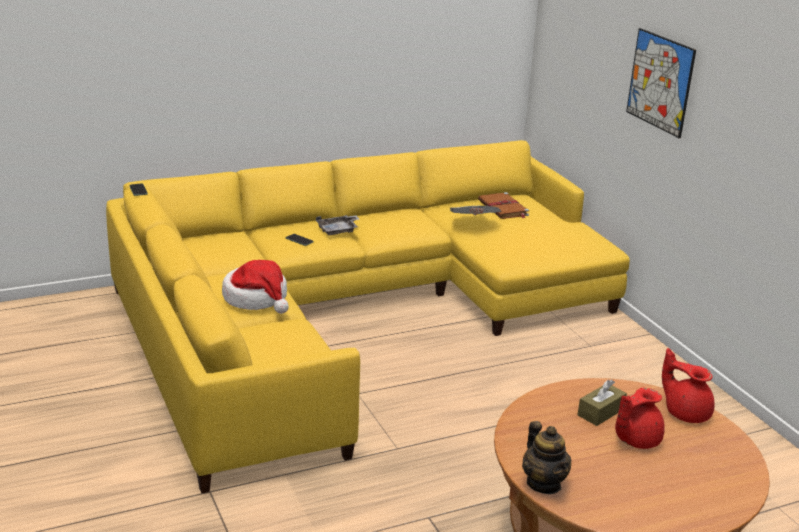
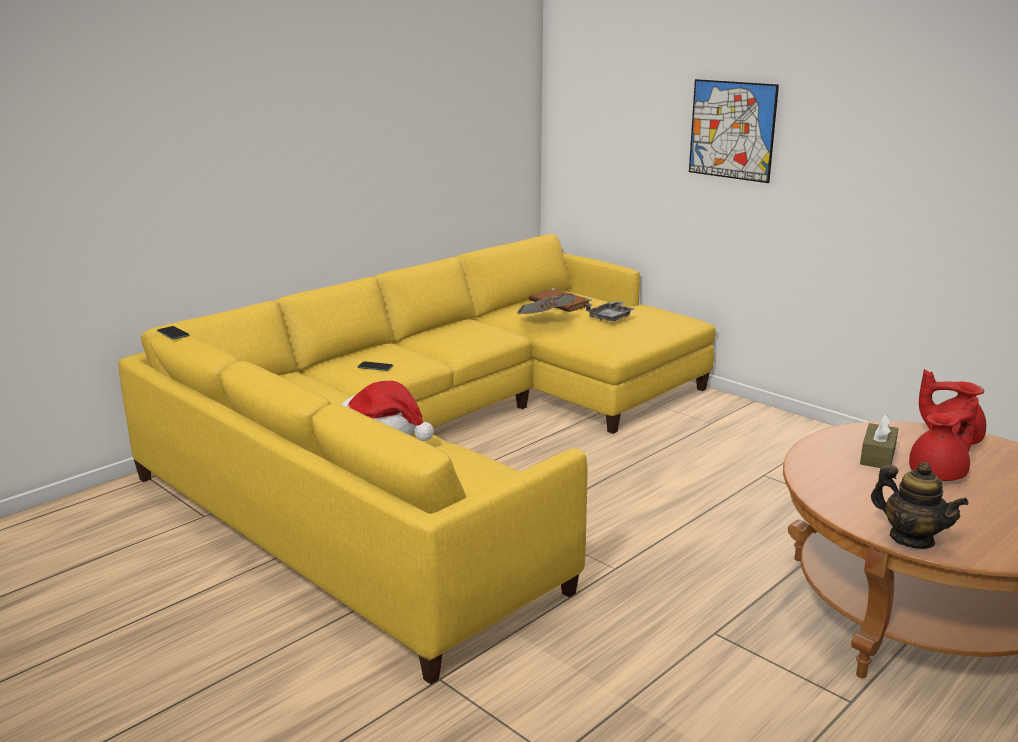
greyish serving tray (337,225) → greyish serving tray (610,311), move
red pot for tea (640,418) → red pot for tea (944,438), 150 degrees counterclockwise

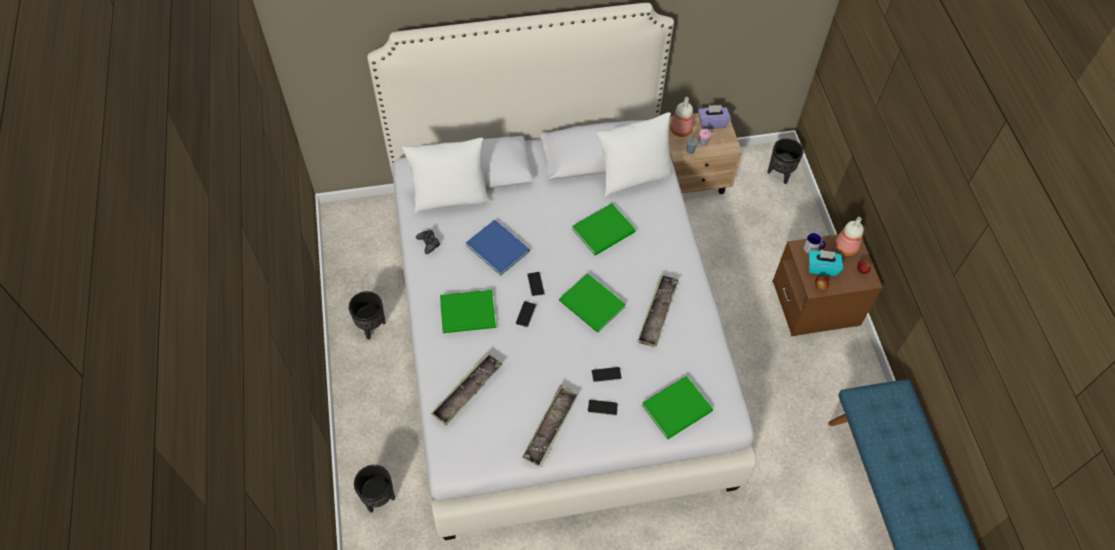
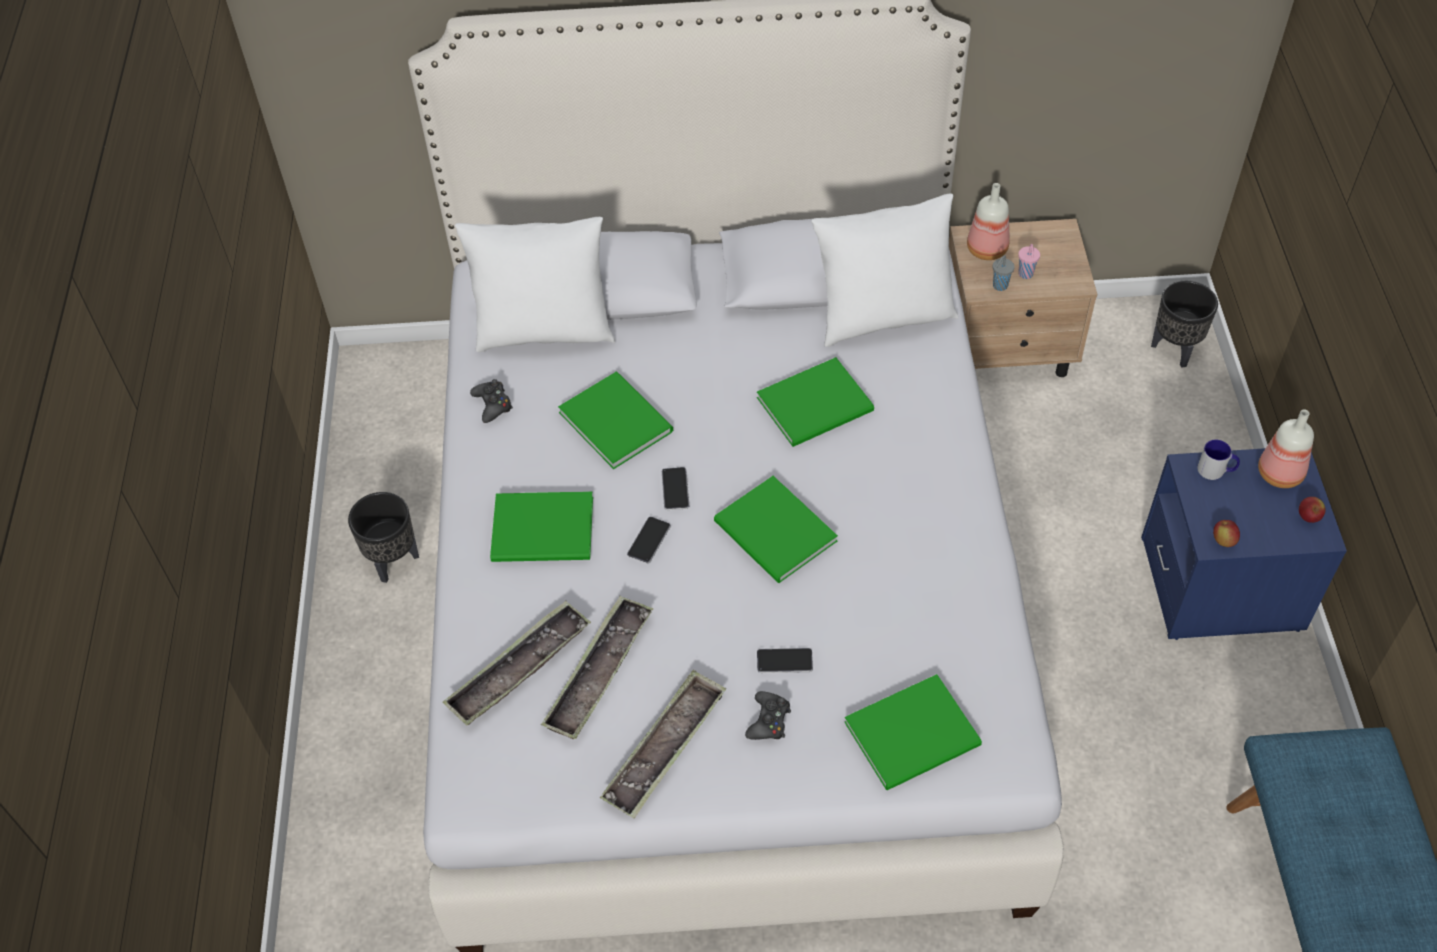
black flower pot (374,489) → -
purplish box of tissues (714,117) → -
turquoise-coloured box of tissues (825,263) → -
serving tray (658,310) → serving tray (597,667), move
phone (603,407) → black gamepad (768,715)
blue-coloured book (498,247) → greenish book (615,420)
brown-coloured night table (827,285) → blue-coloured night table (1244,544)

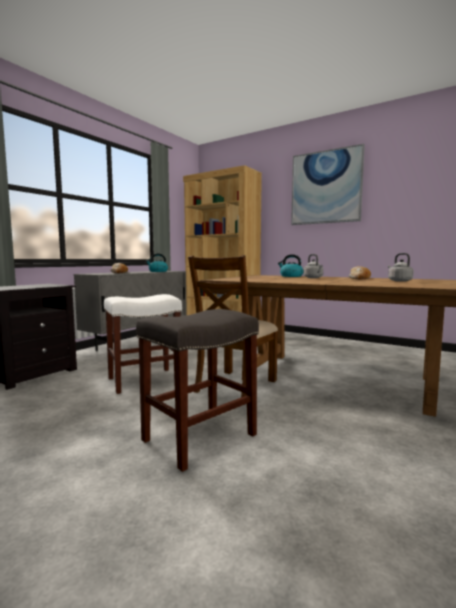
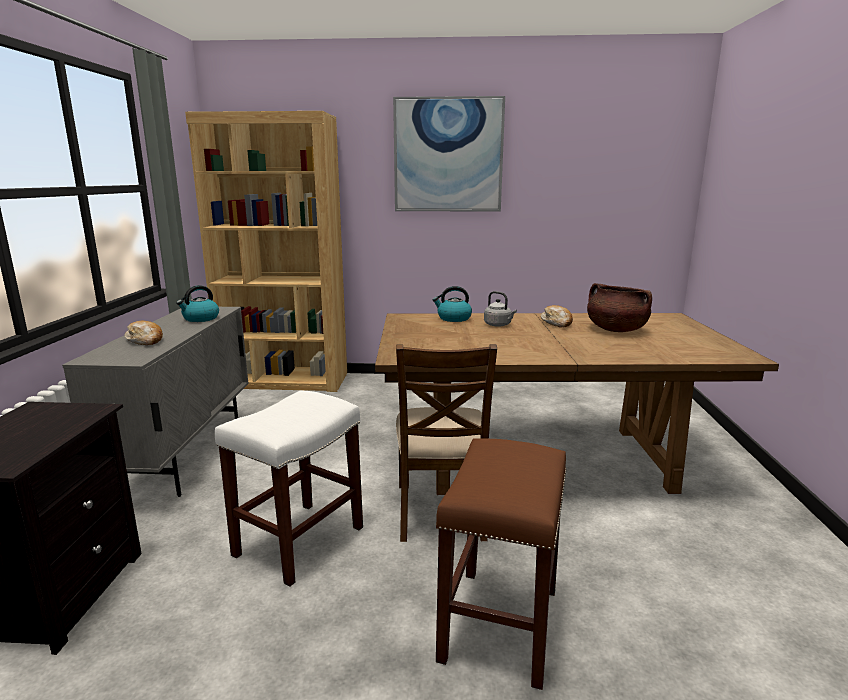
greyish tea kettle (401,267) → brown-coloured saucepot (619,307)
greyish sitting stool (197,390) → brown-coloured sitting stool (501,564)

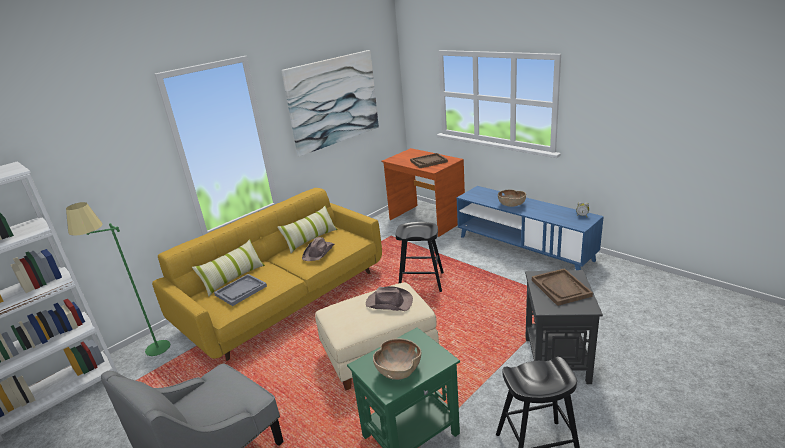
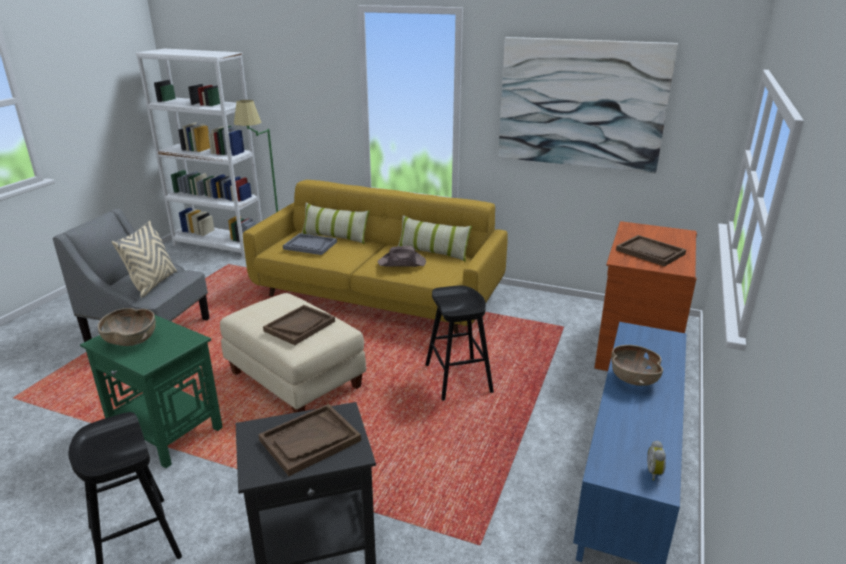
- → sand-coloured pillow (144,259)
brown-coloured hat (389,298) → brown-coloured serving tray (299,325)

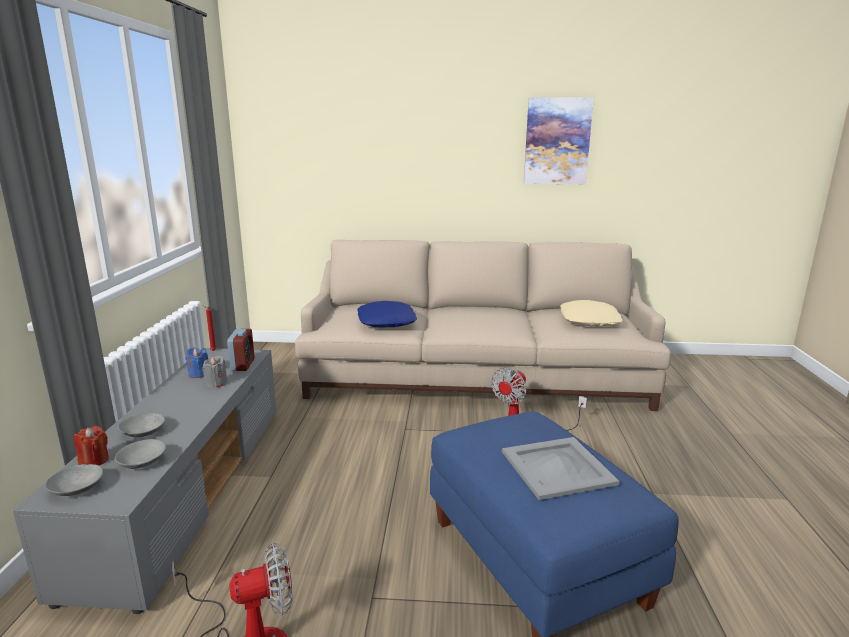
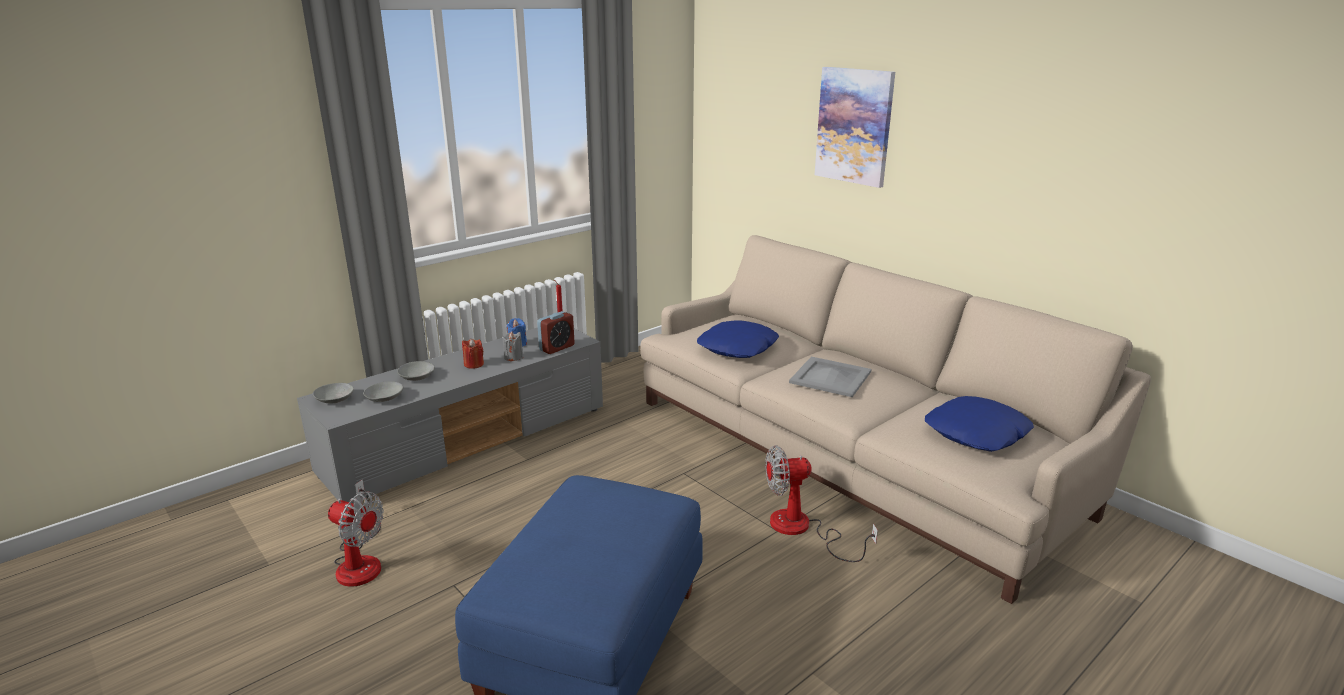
red wax light (91,445) → red wax light (473,354), move
greyish serving tray (561,468) → greyish serving tray (830,377), move
wall picture (559,141) → wall picture (855,127), move
sand-coloured pillow (591,313) → blue-coloured pillow (979,424)

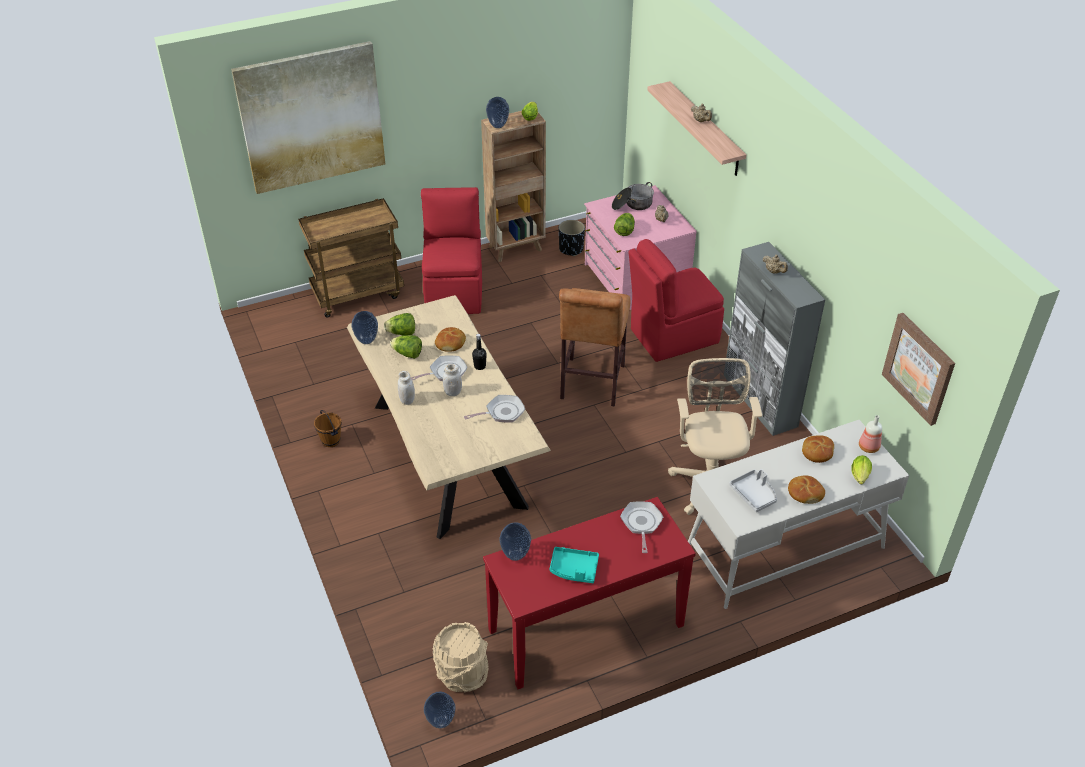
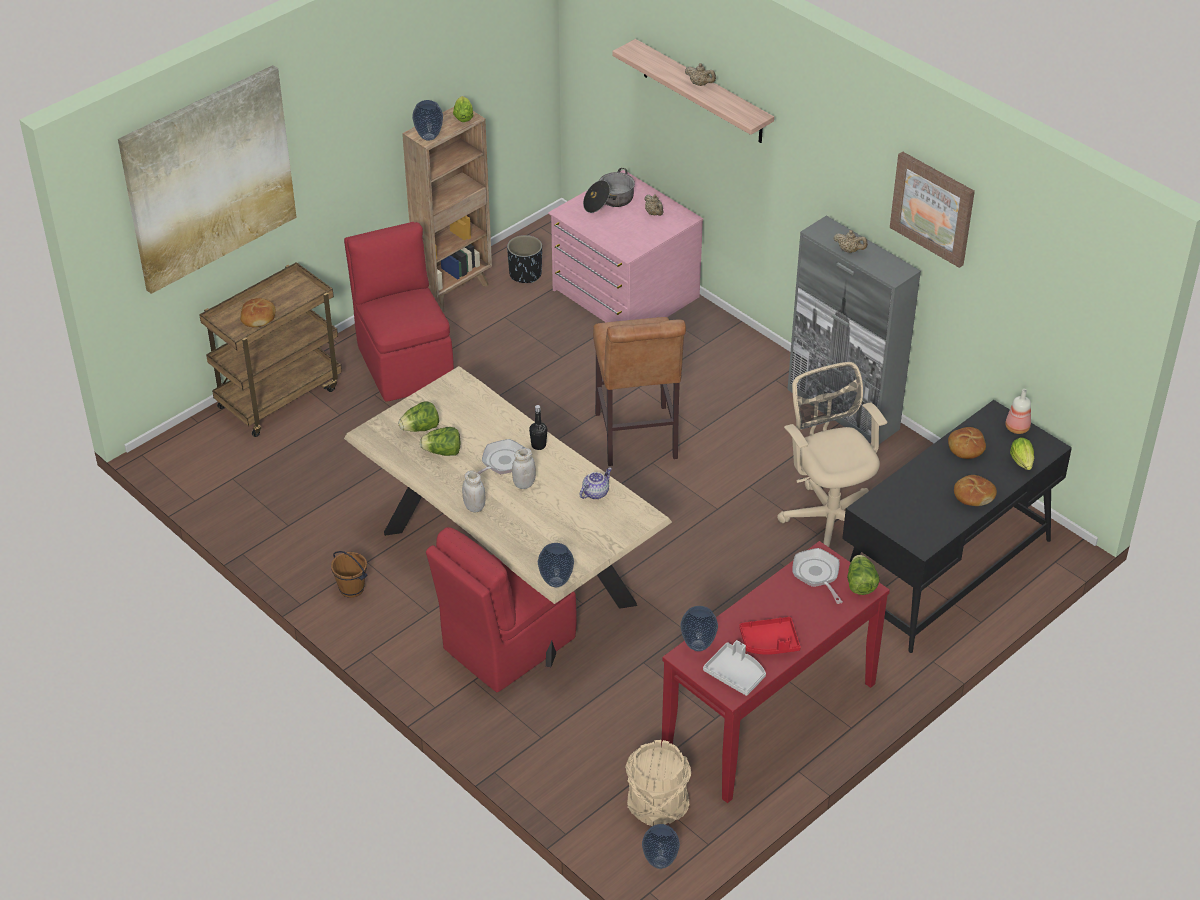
flower vase (364,327) → flower vase (556,565), move
bread (450,339) → bread (258,312), move
head of lettuce (624,224) → head of lettuce (863,575), move
red upright chair (676,300) → red upright chair (501,609), move
greyish serving tray (753,490) → greyish serving tray (734,668), move
wall picture (918,369) → wall picture (932,209), move
pan (494,409) → pot for tea (595,483)
turquoise-coloured serving tray (574,565) → red serving tray (770,636)
white-coloured desk unit (798,514) → black desk unit (957,526)

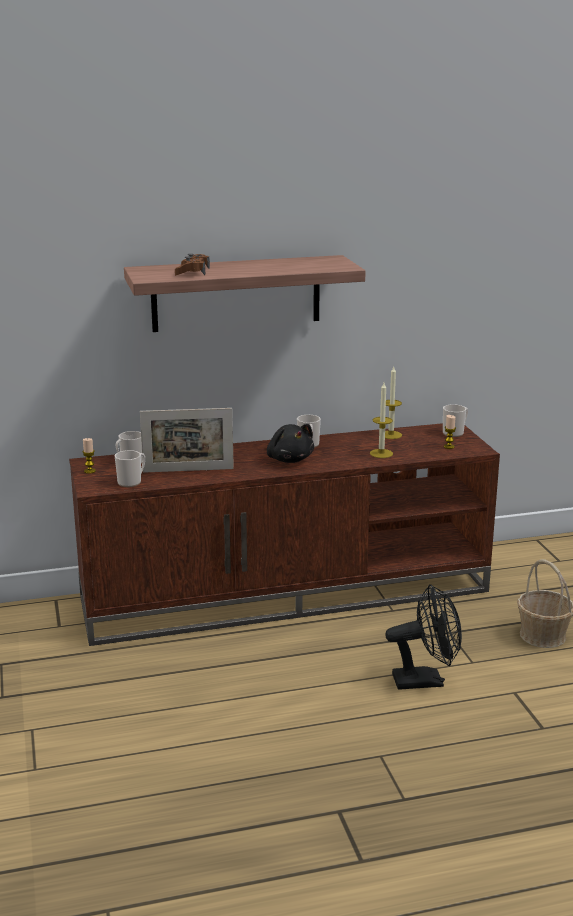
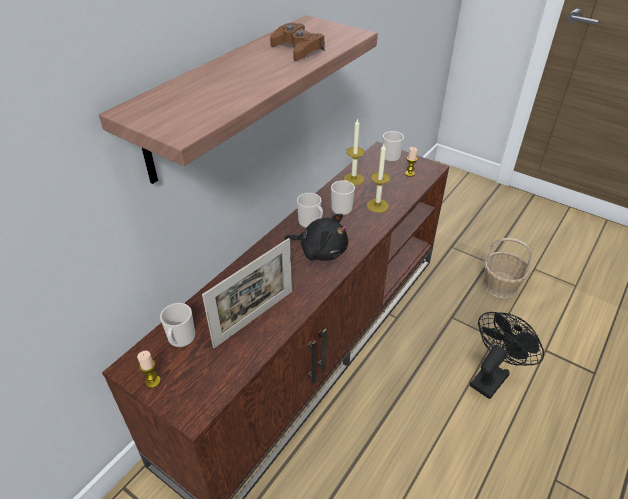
mug (130,468) → mug (343,197), move
brown-coloured gamepad (192,264) → brown-coloured gamepad (297,42), move

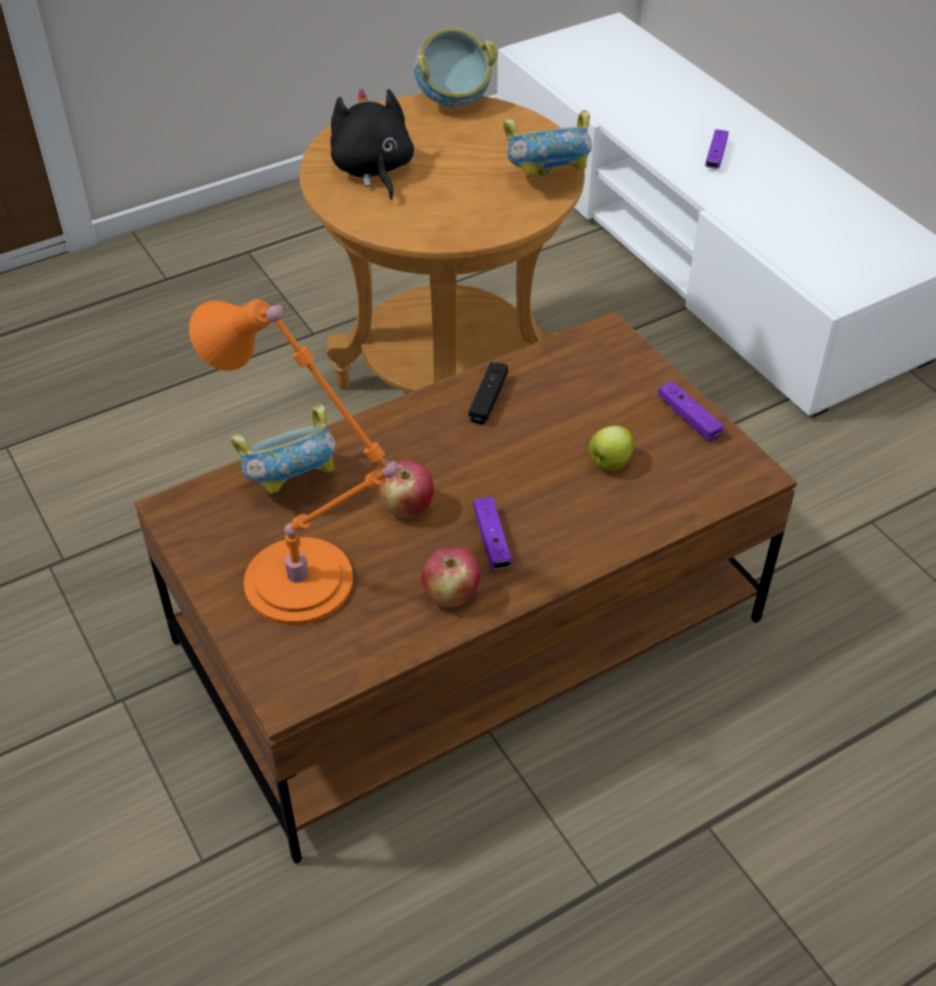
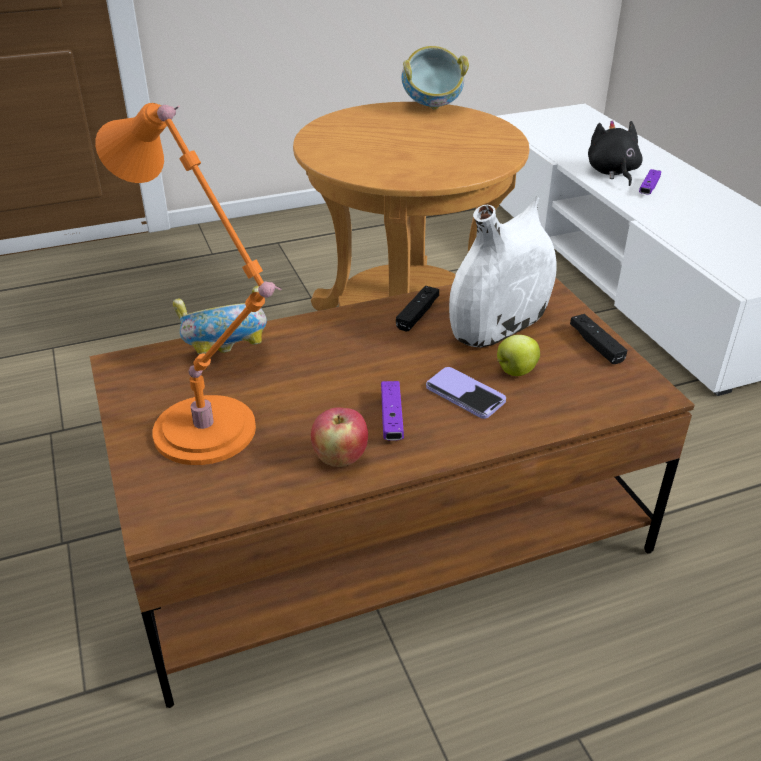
apple fruit (406,489) → -
bowl (547,143) → -
- → phone (466,393)
- → white-coloured flower vase (503,272)
black cuddly toy (372,144) → black cuddly toy (615,153), move
purplish gamepad (691,411) → black gamepad (598,339)

